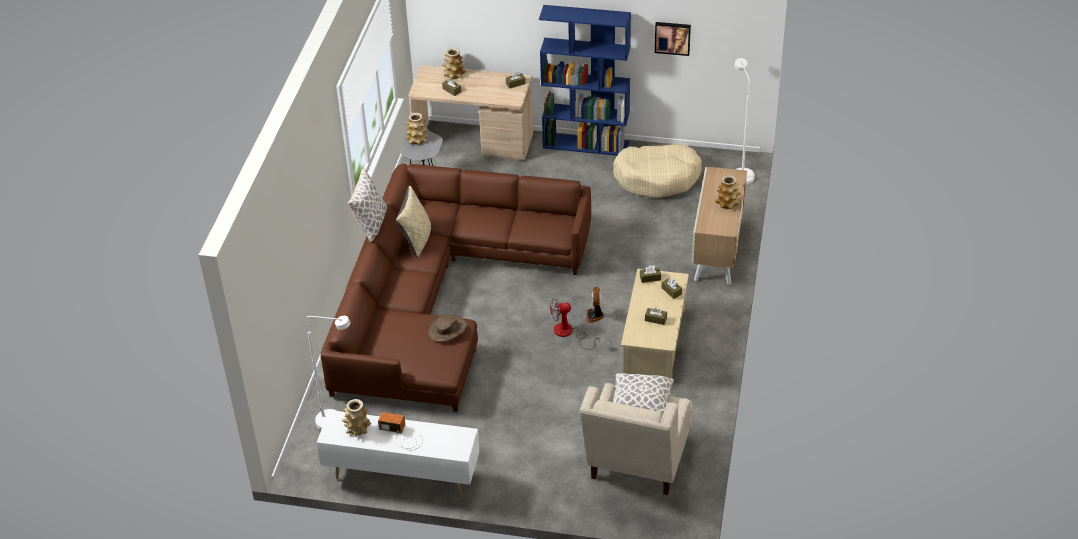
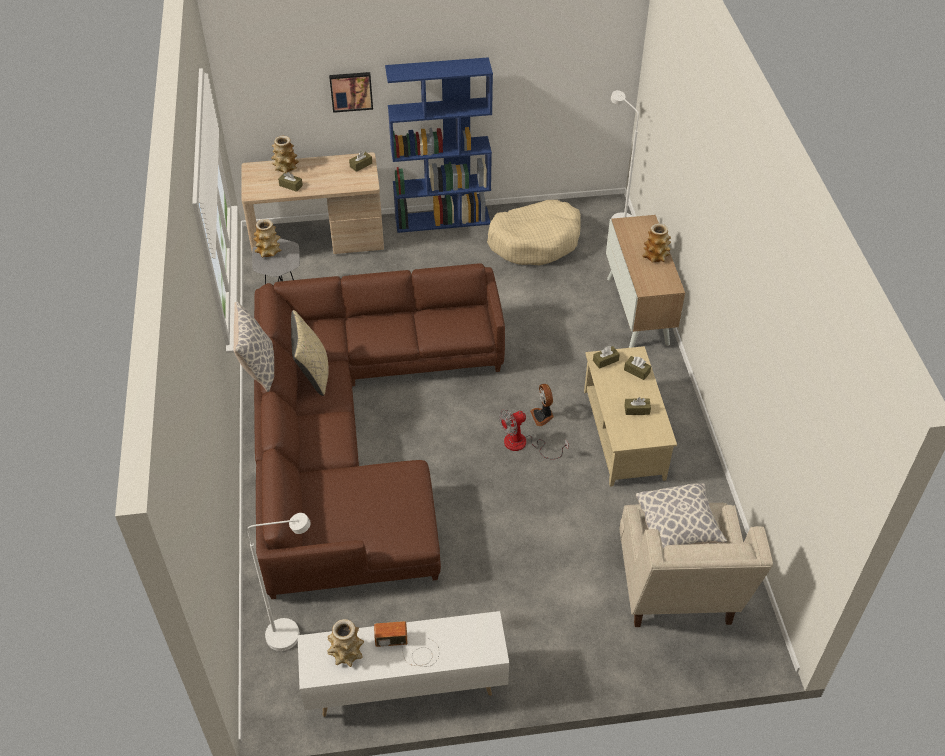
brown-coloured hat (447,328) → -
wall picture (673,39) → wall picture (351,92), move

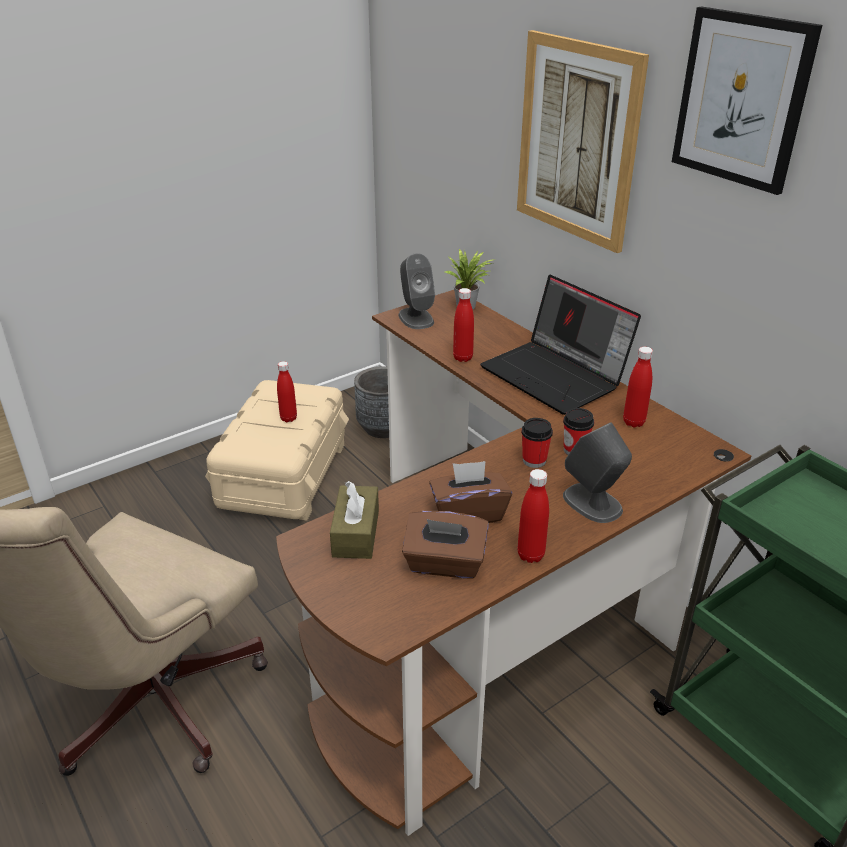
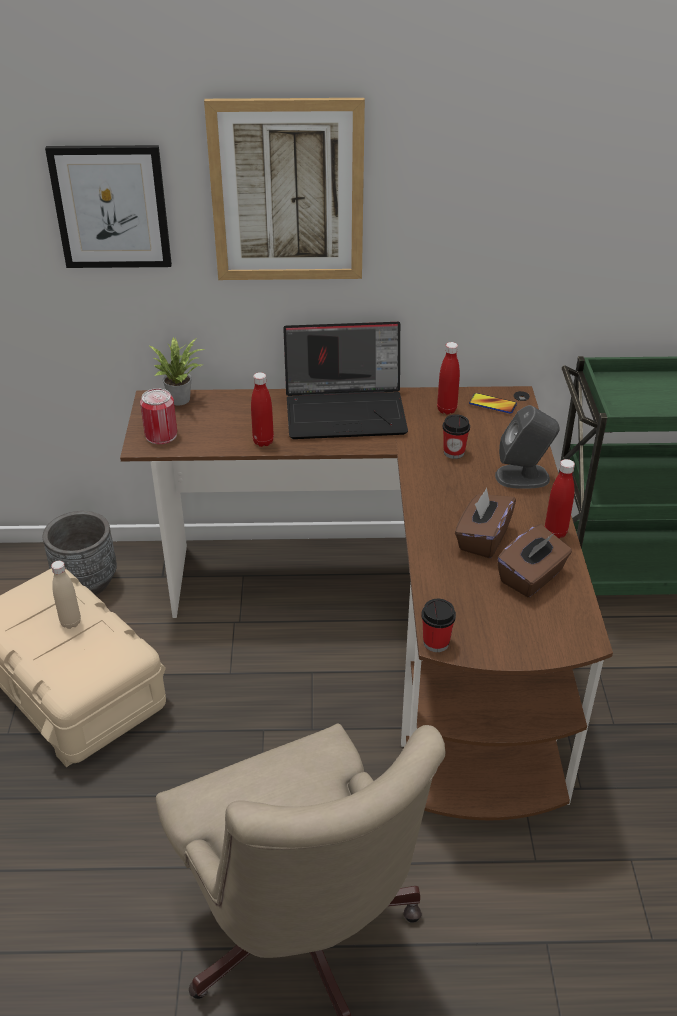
brown-coloured box of tissues (354,520) → -
- → phone (493,403)
small cup (537,443) → small cup (438,625), move
wall picture (747,101) → wall picture (108,206), move
greyish loudspeaker (416,291) → sealed can (158,416)
red bottle (287,391) → sand-coloured bottle (66,595)

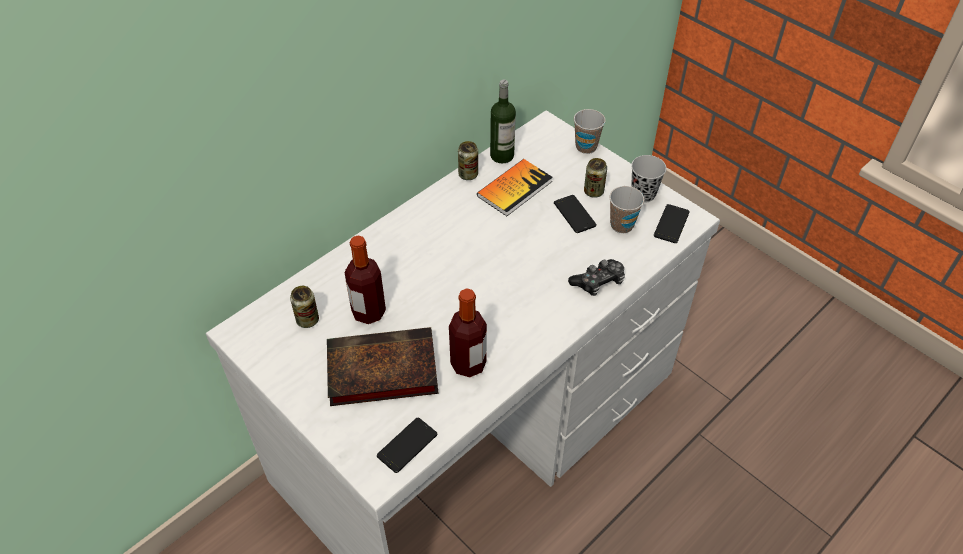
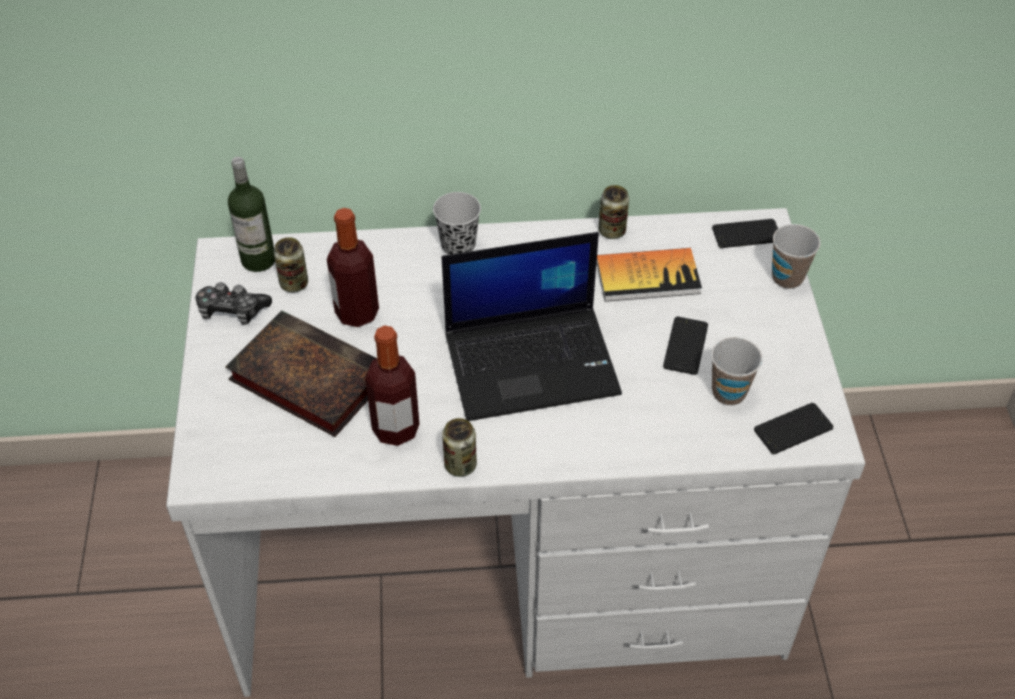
- → portable computer (532,326)
phone (407,445) → phone (745,233), move
bottle (503,121) → bottle (251,214), move
gamepad (596,277) → gamepad (234,303), move
sealed can (595,178) → sealed can (459,447), move
black small cup (648,179) → black small cup (457,223), move

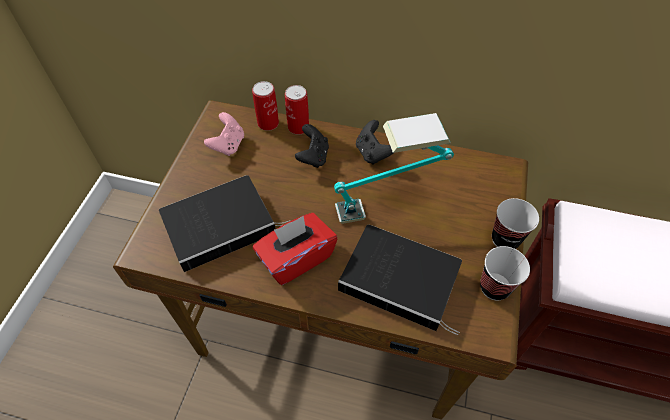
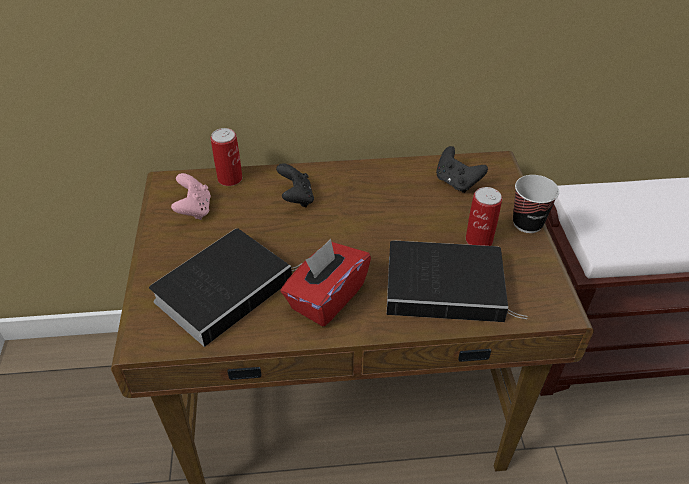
lamp for a table (394,168) → -
small cup (505,273) → -
sealed can (297,110) → sealed can (484,216), move
black gamepad (374,142) → black gamepad (462,169), move

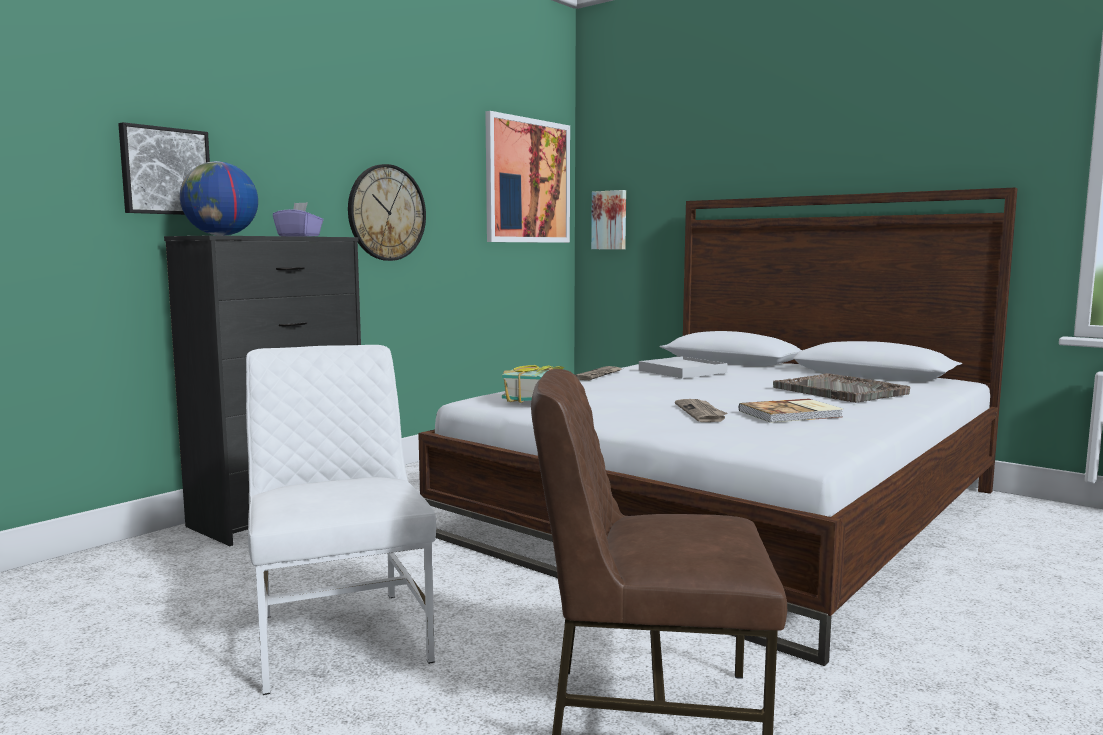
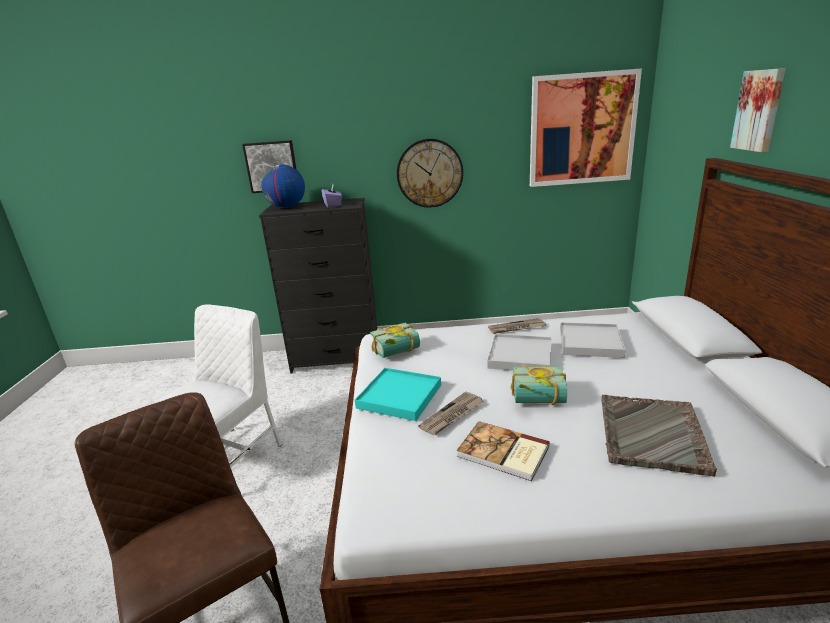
- → turquoise-coloured serving tray (398,394)
- → white-coloured serving tray (519,352)
- → book (539,385)
wall picture (608,219) → wall picture (758,110), move

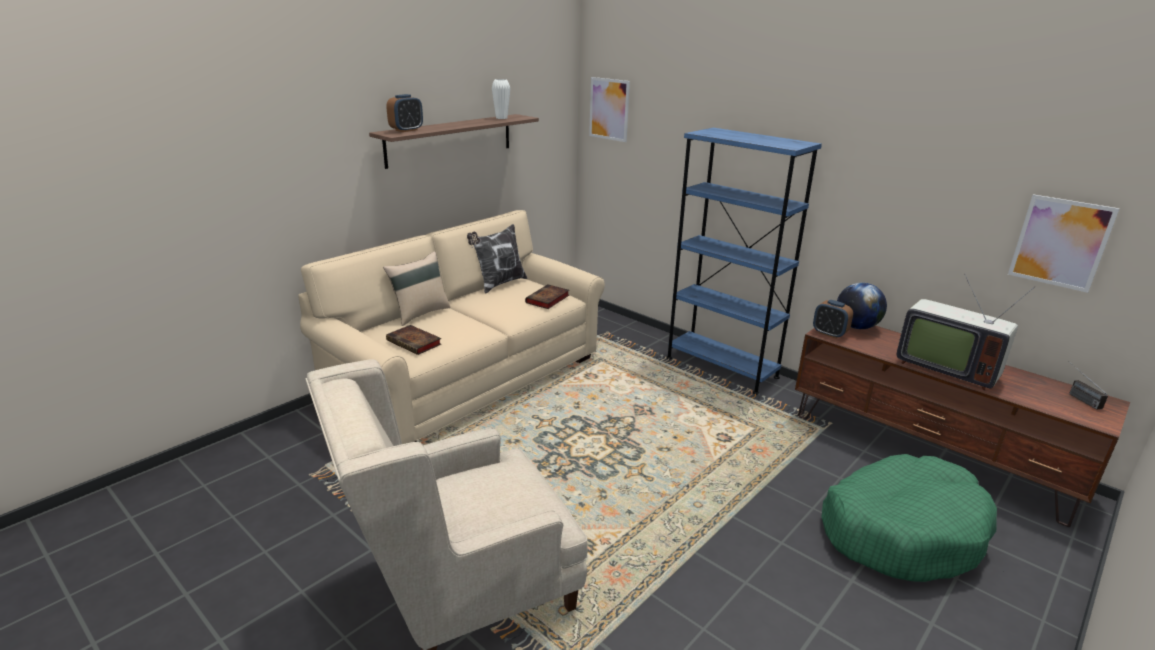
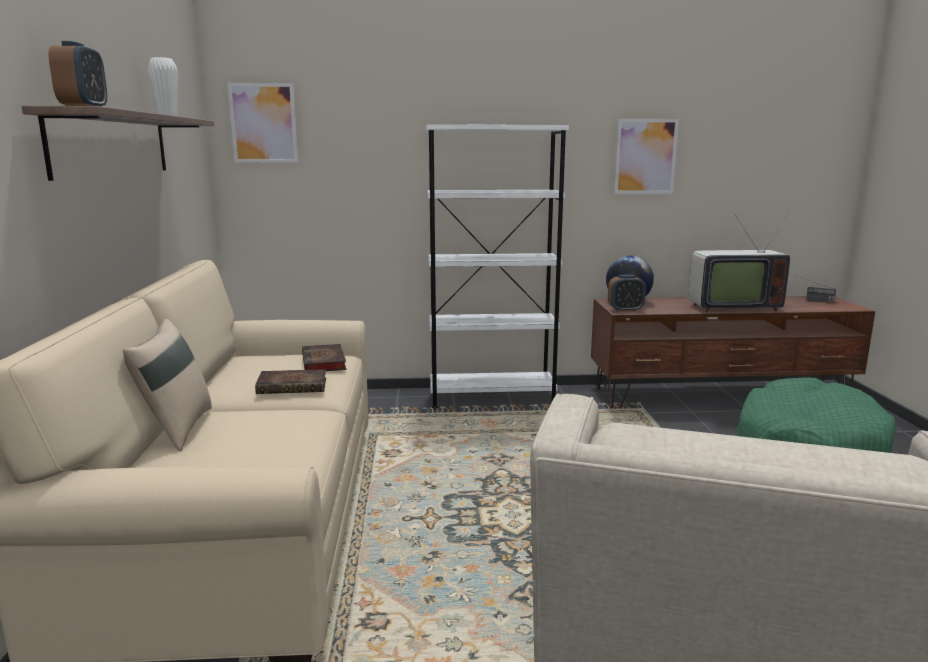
pillow (497,259) → -
book (413,340) → book (290,381), move
wall picture (1064,243) → wall picture (646,156), move
blue-coloured bookshelf (744,261) → white-coloured bookshelf (498,266)

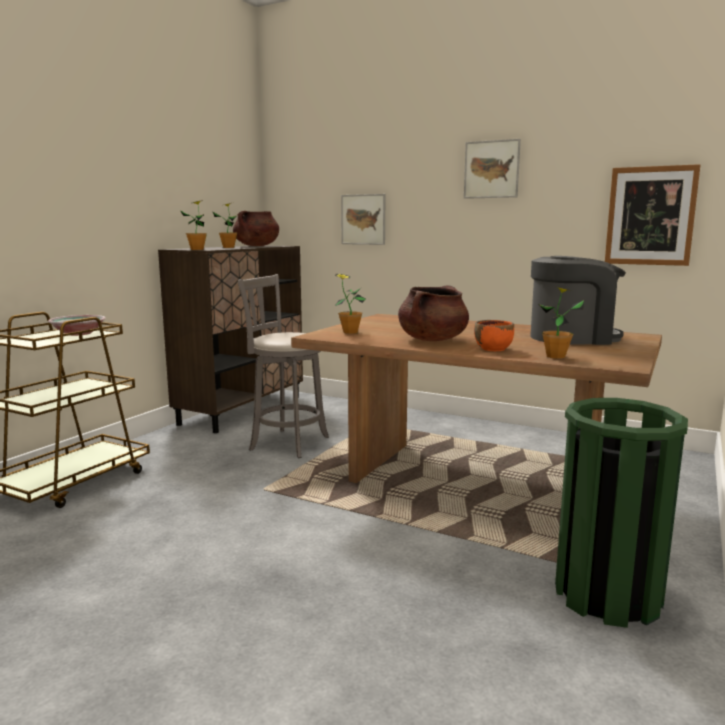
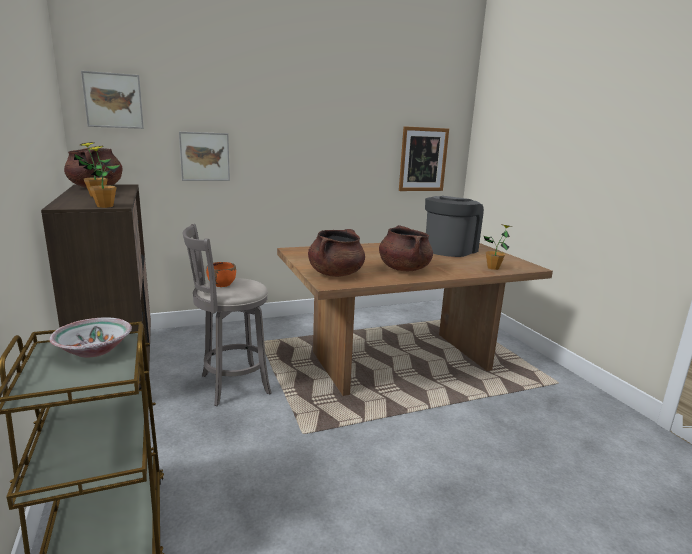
greenish waste bin (621,513) → -
wall picture (492,169) → wall picture (112,100), move
orange bowl (494,335) → orange bowl (221,274), move
houseplant (350,304) → brown-coloured saucepot (336,253)

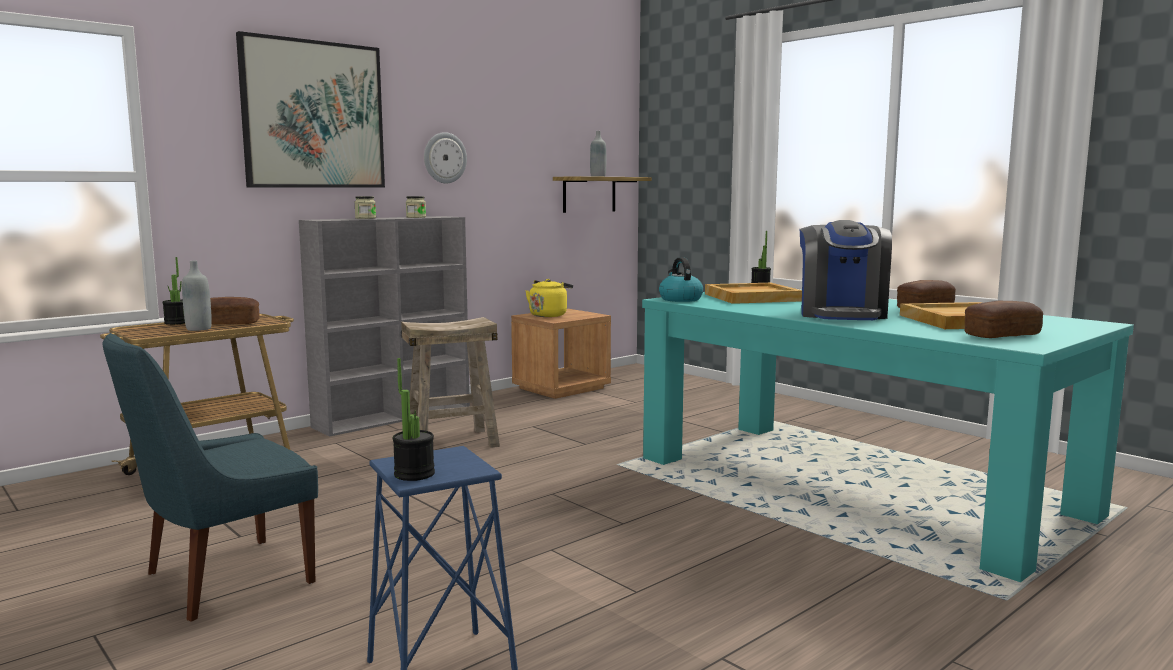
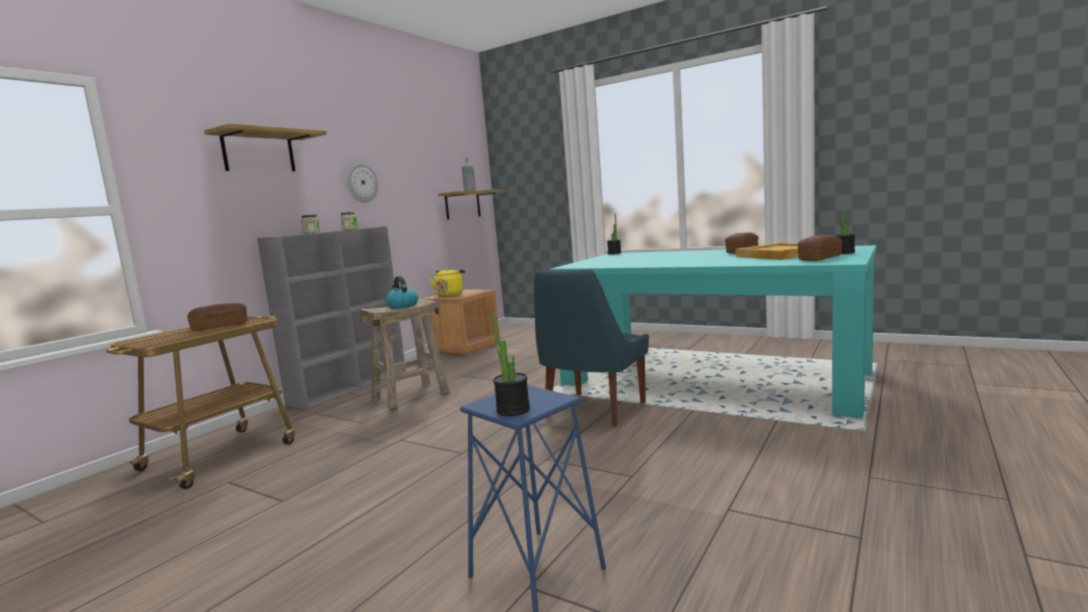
greyish bottle (197,296) → -
sand-coloured serving tray (753,293) → -
coffee brewer (846,270) → -
blue-coloured upright chair (210,477) → blue-coloured upright chair (591,348), move
houseplant (173,291) → houseplant (845,226), move
tea kettle (681,279) → tea kettle (401,292), move
wall picture (310,109) → bracket shelf (265,147)

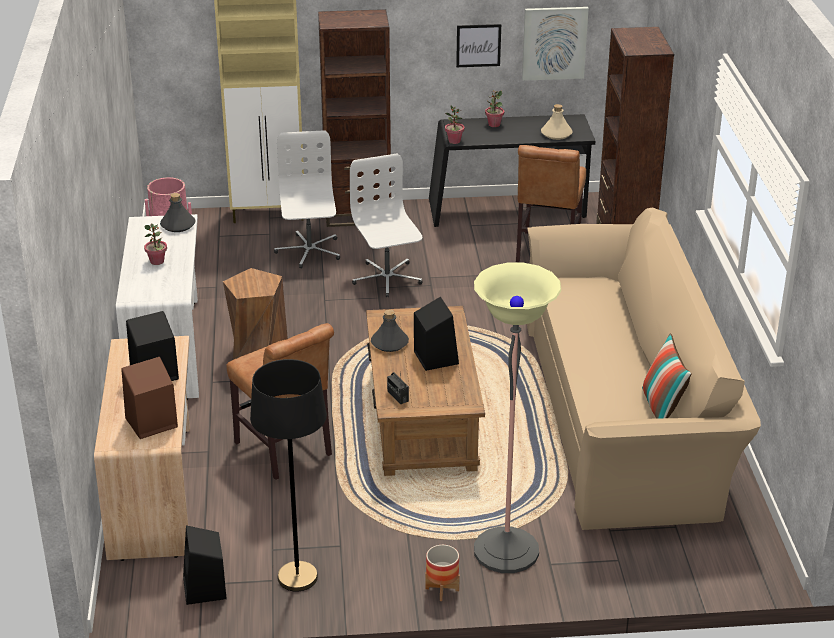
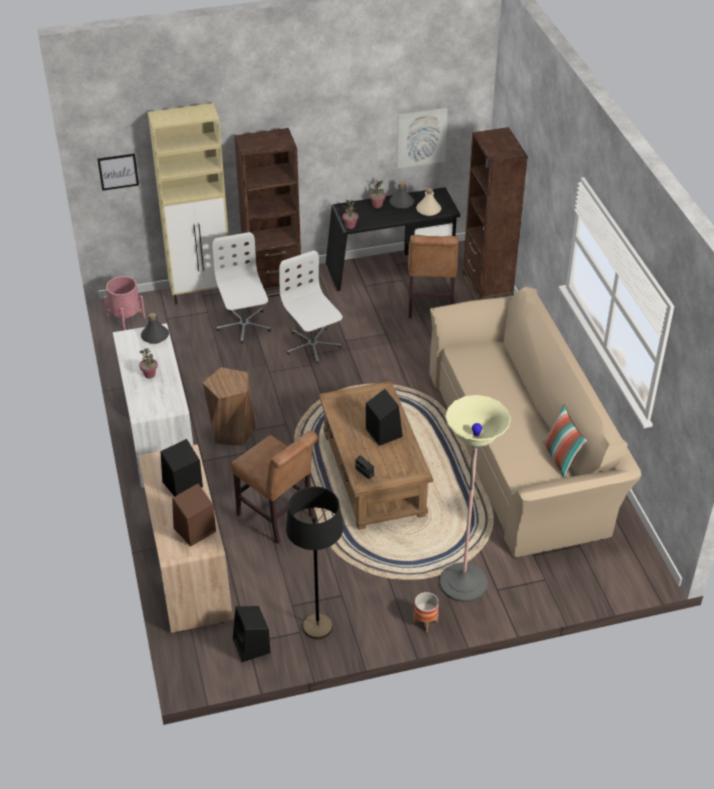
greyish bottle (390,331) → greyish bottle (401,195), move
wall picture (478,45) → wall picture (118,172), move

